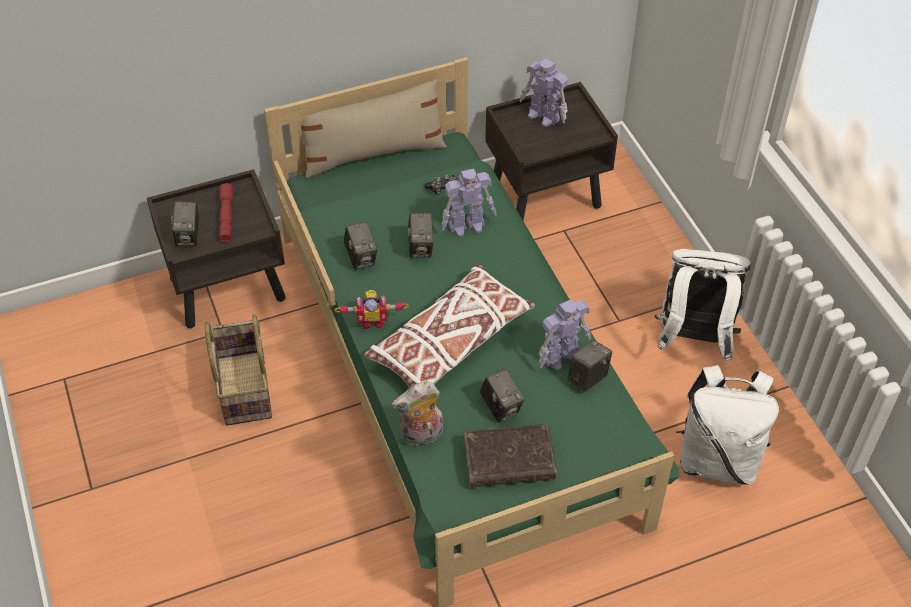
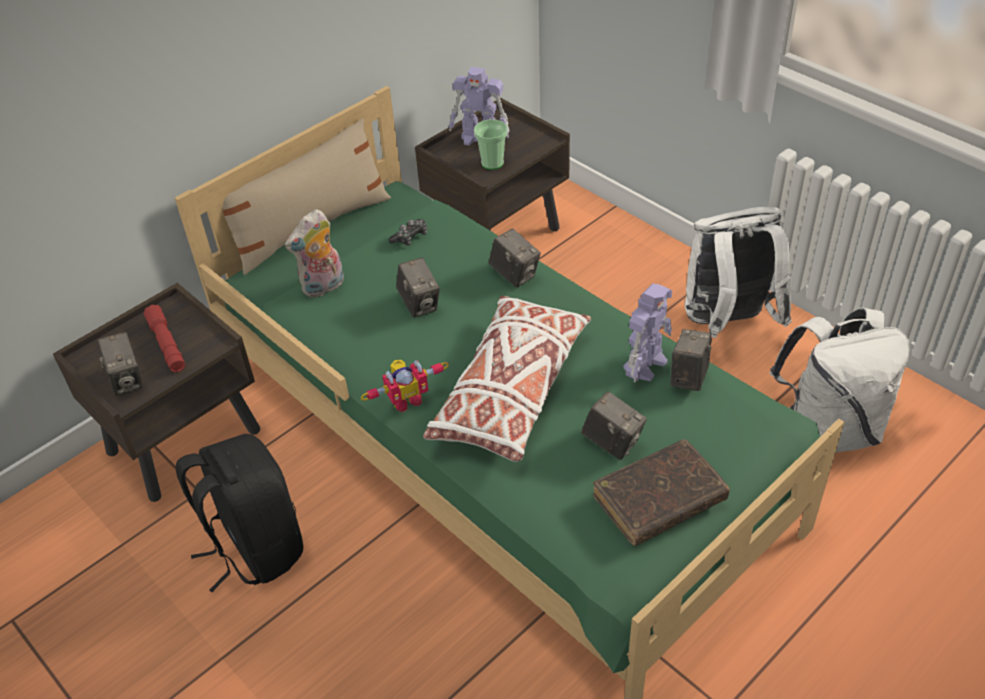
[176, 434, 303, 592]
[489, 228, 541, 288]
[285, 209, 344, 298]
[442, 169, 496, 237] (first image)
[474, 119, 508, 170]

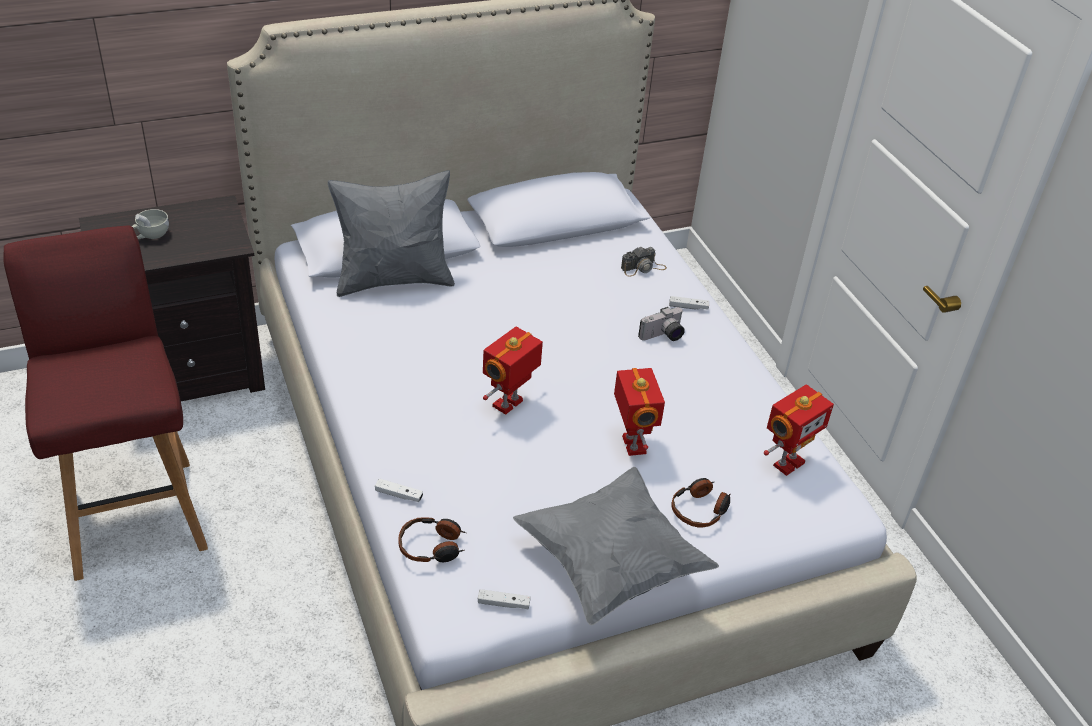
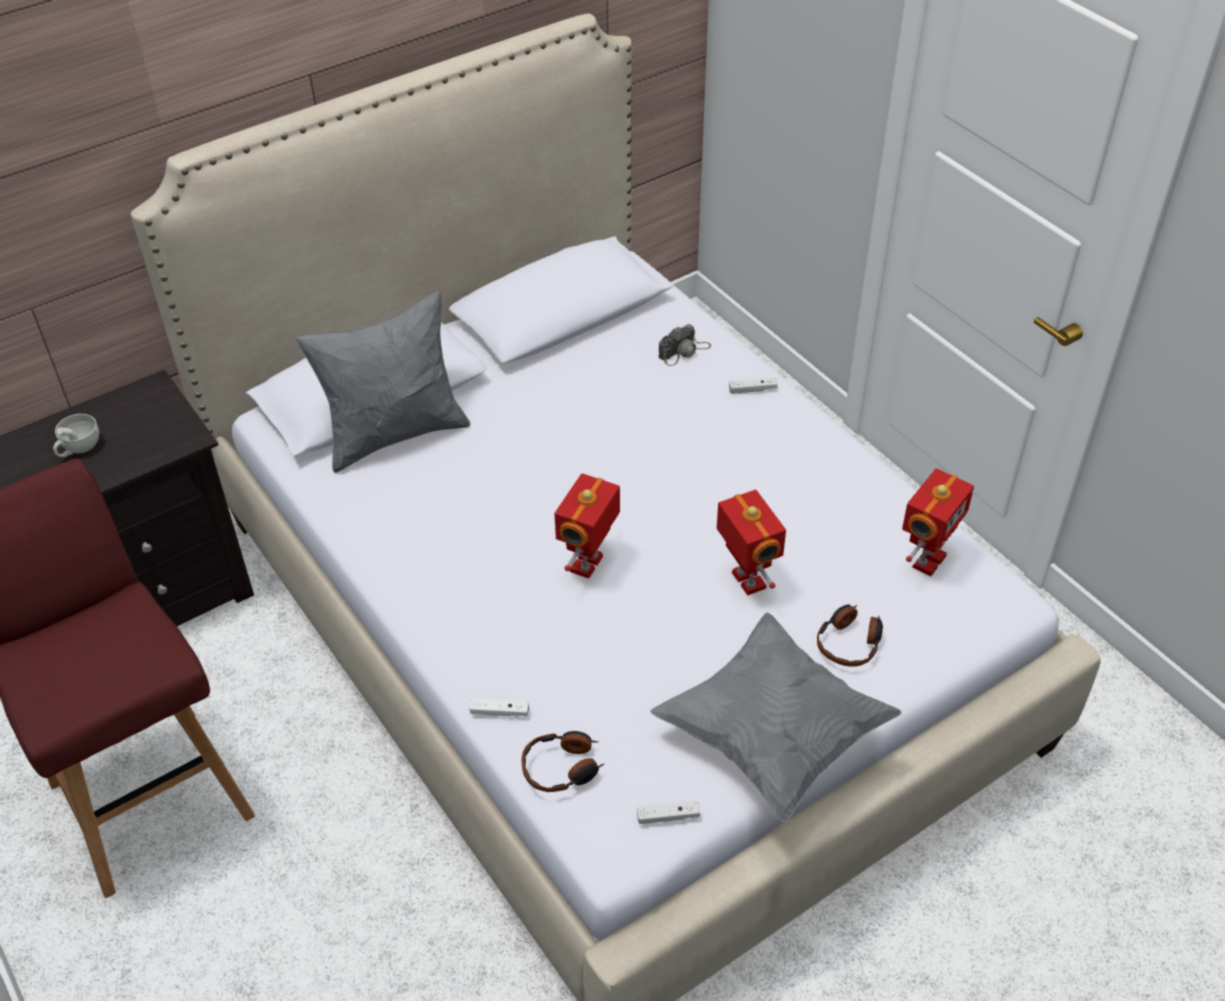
[638, 307, 685, 341] (first image)

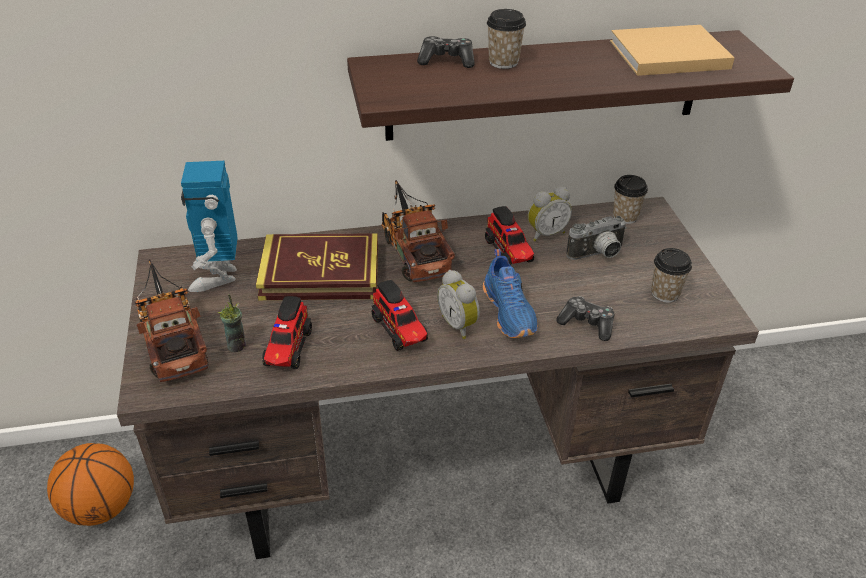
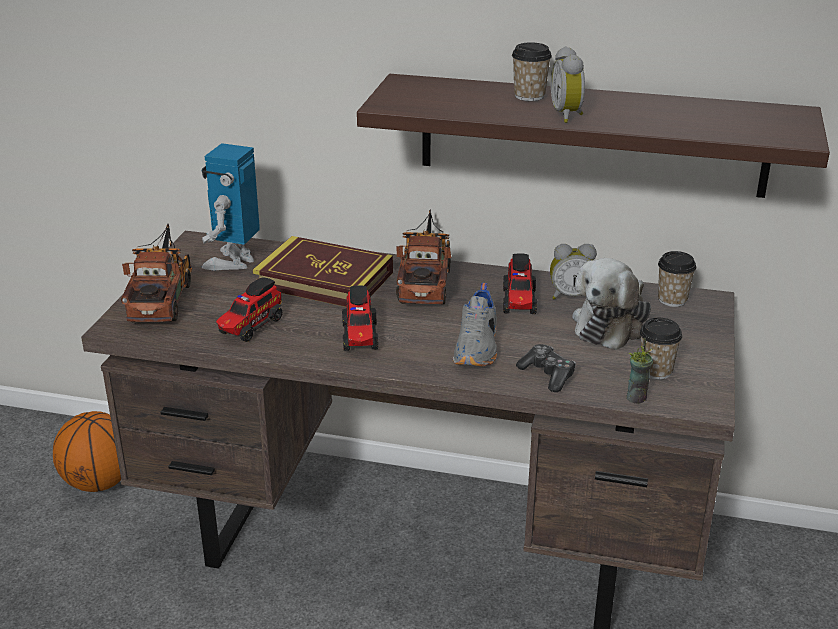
[626, 338, 653, 404]
[417, 36, 475, 68] (first image)
[551, 46, 585, 123]
[453, 283, 497, 366]
[572, 258, 651, 350]
[610, 25, 735, 76] (first image)

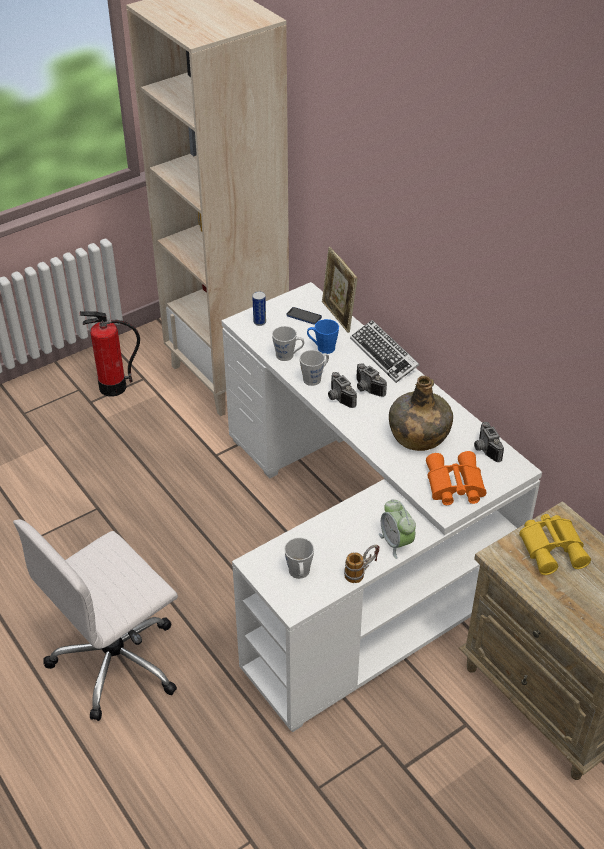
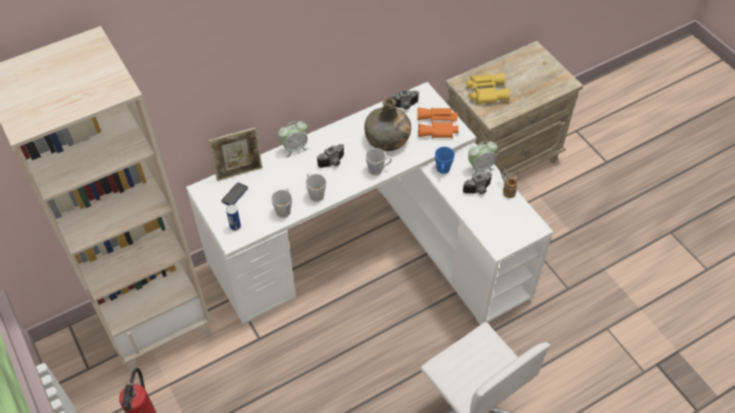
[366, 148, 392, 175]
[435, 147, 455, 174]
[463, 173, 492, 195]
[278, 121, 309, 157]

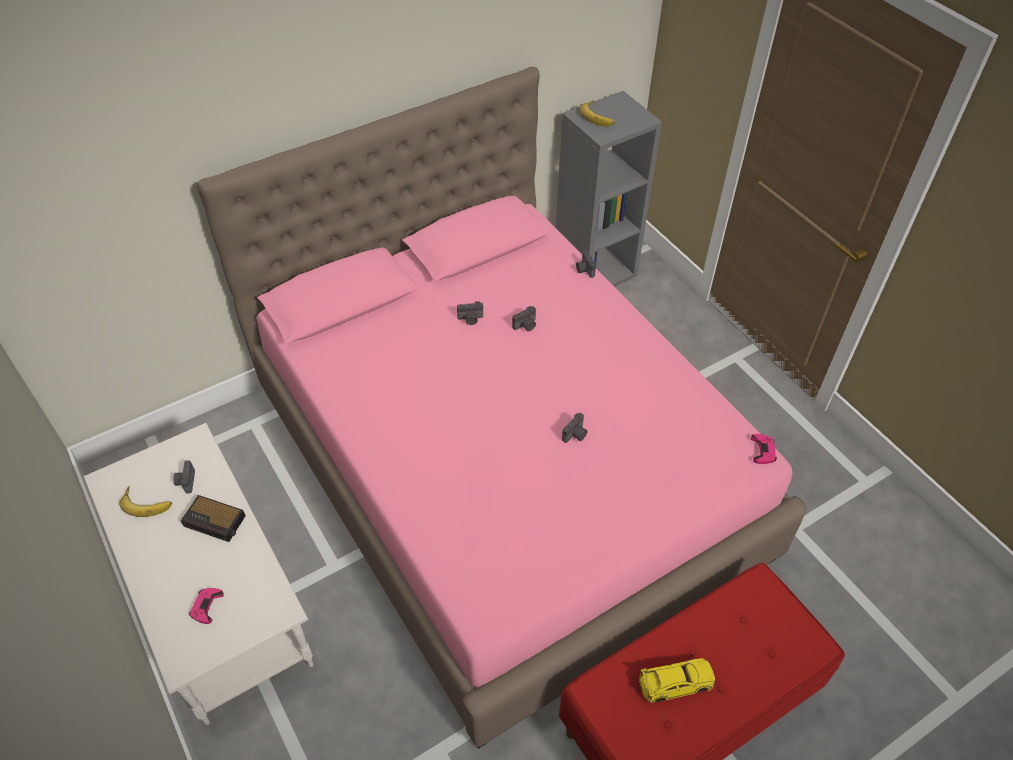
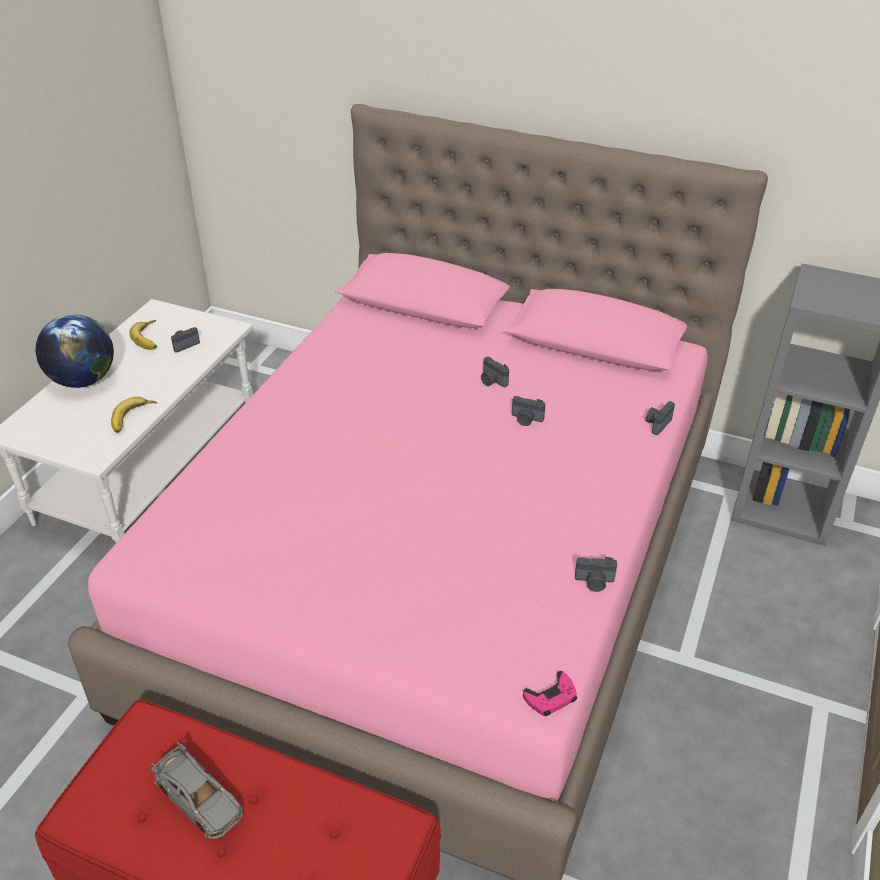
[181, 495, 245, 542] (first image)
[189, 588, 224, 624] (first image)
[575, 557, 617, 592]
[111, 397, 157, 433]
[151, 742, 243, 839]
[35, 314, 114, 388]

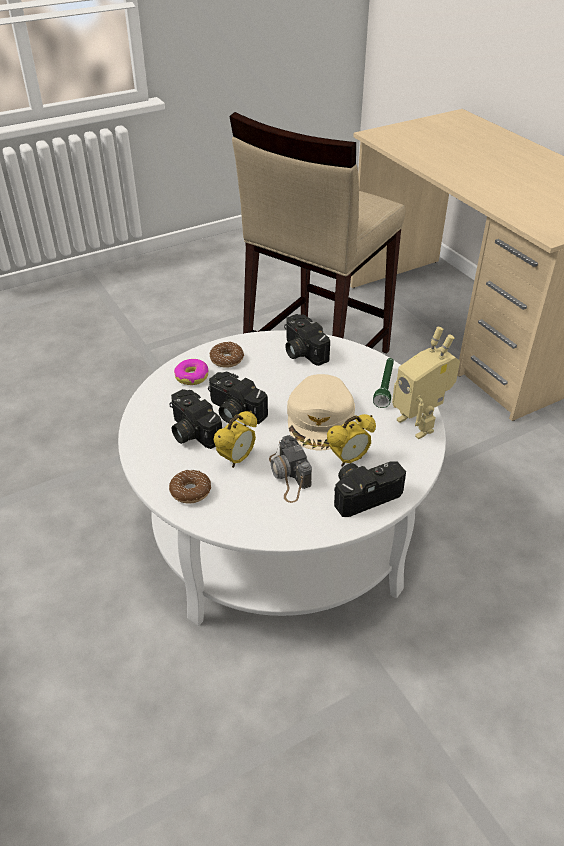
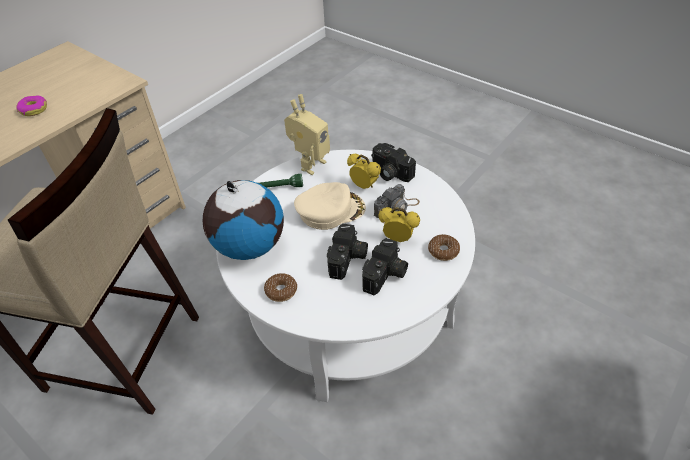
[16, 96, 47, 116]
[203, 180, 284, 260]

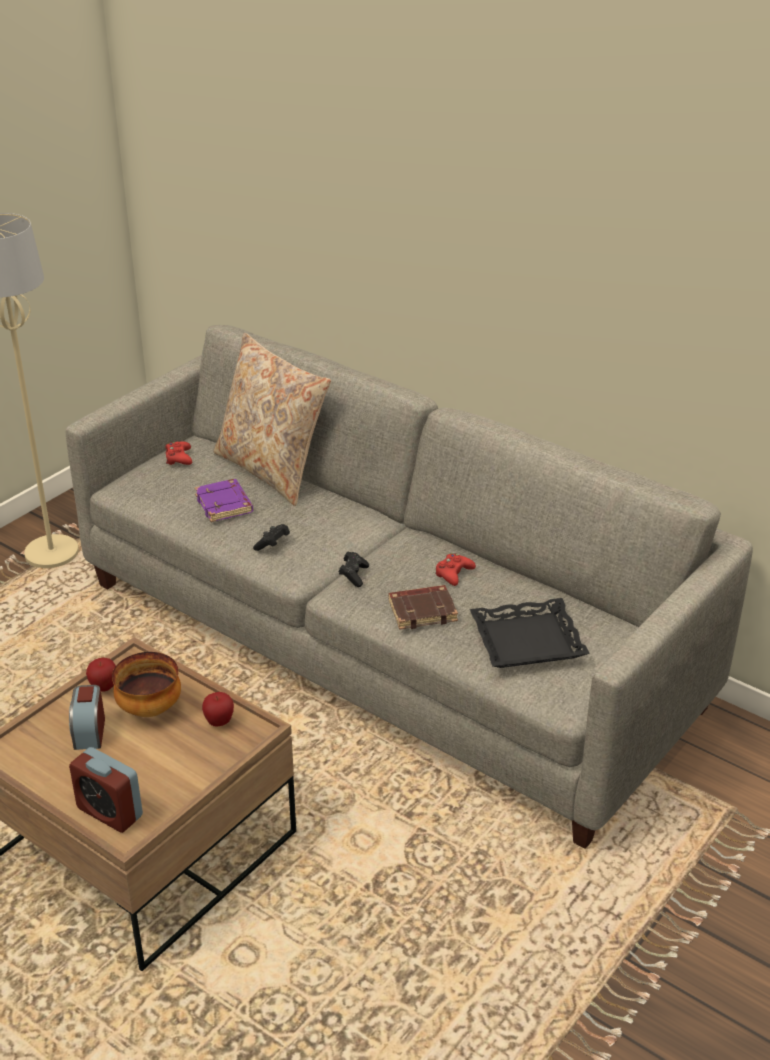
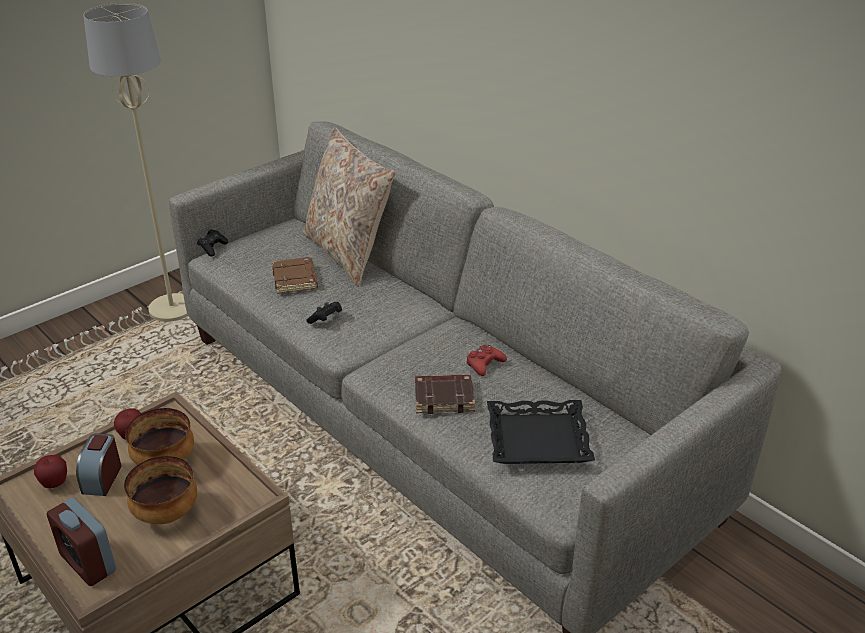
[166, 441, 192, 465] (first image)
[272, 257, 318, 294]
[34, 455, 67, 488]
[197, 229, 228, 257]
[124, 456, 197, 524]

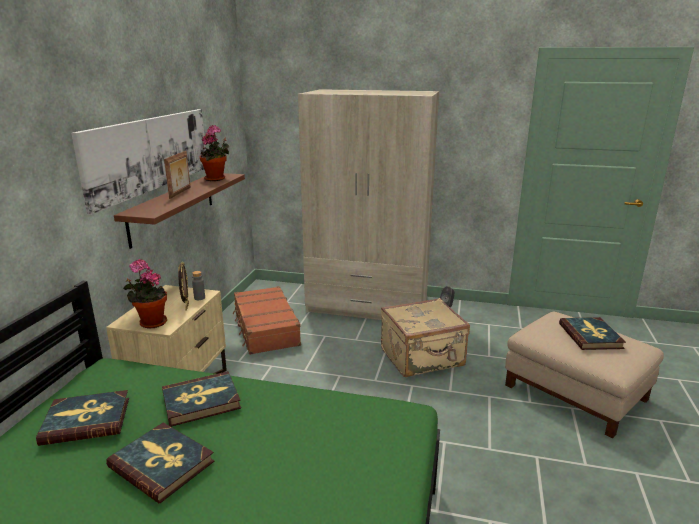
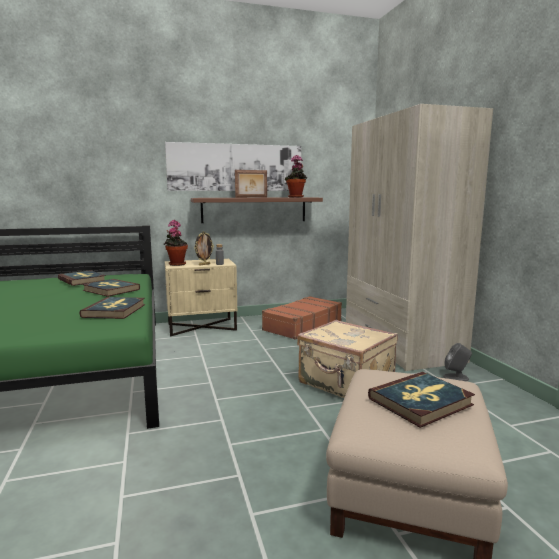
[79, 297, 145, 319]

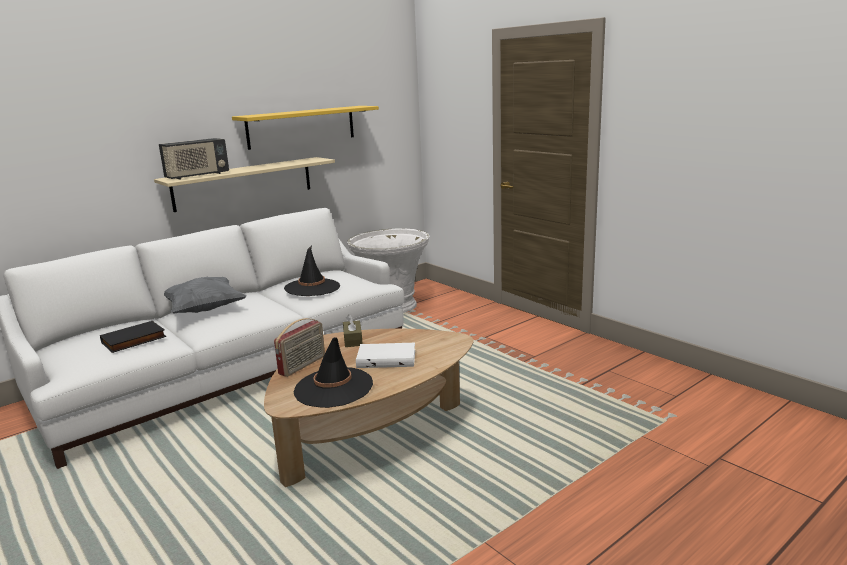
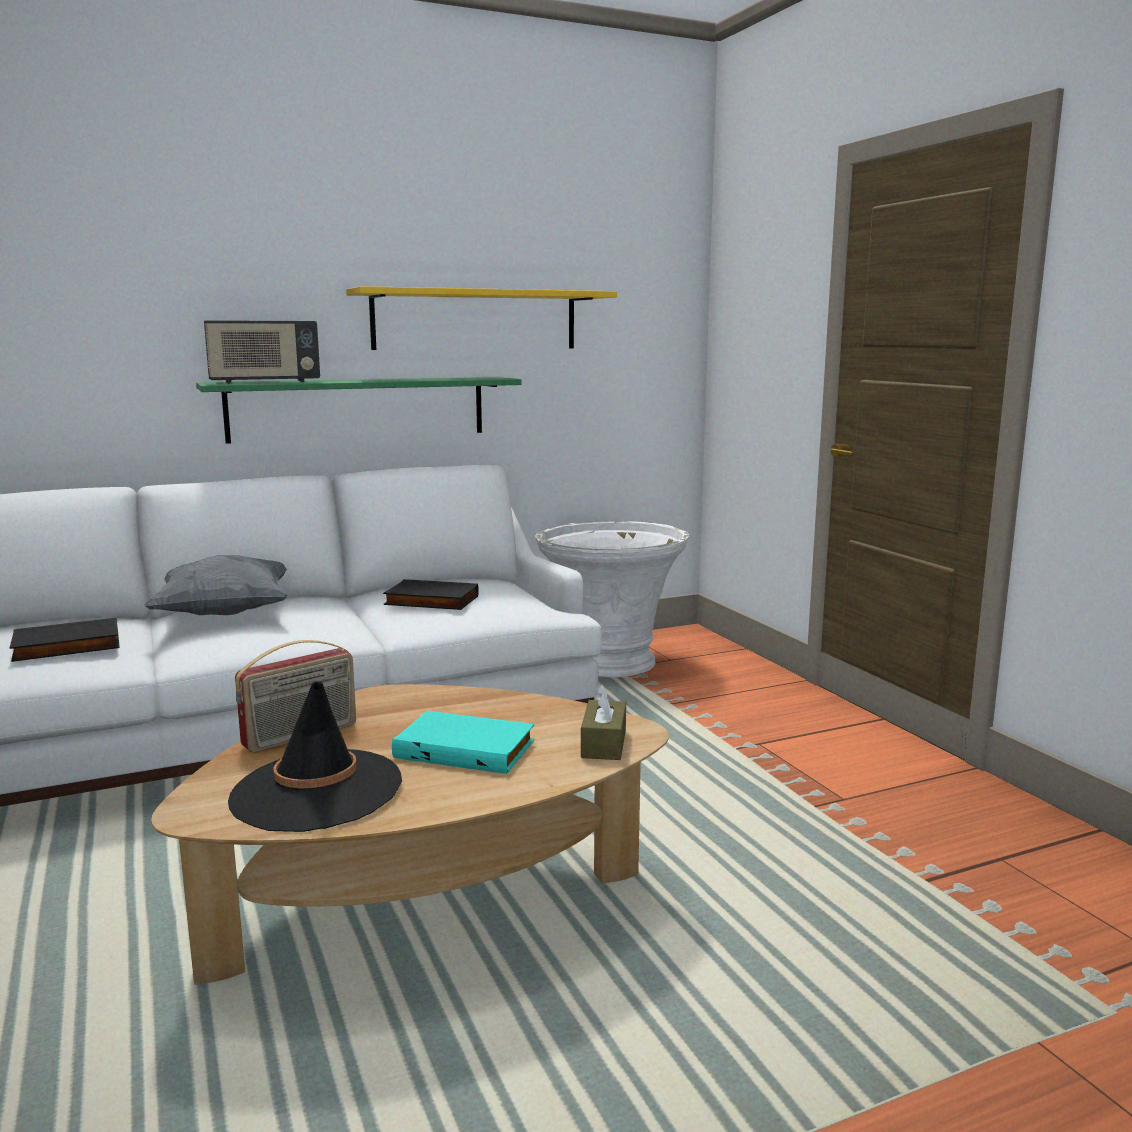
[196, 377, 522, 444]
[383, 579, 479, 610]
[581, 684, 626, 760]
[392, 711, 534, 774]

